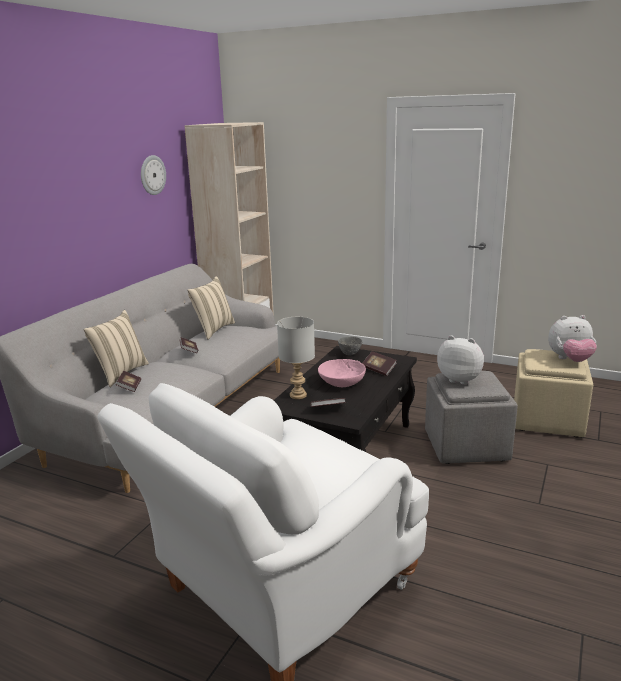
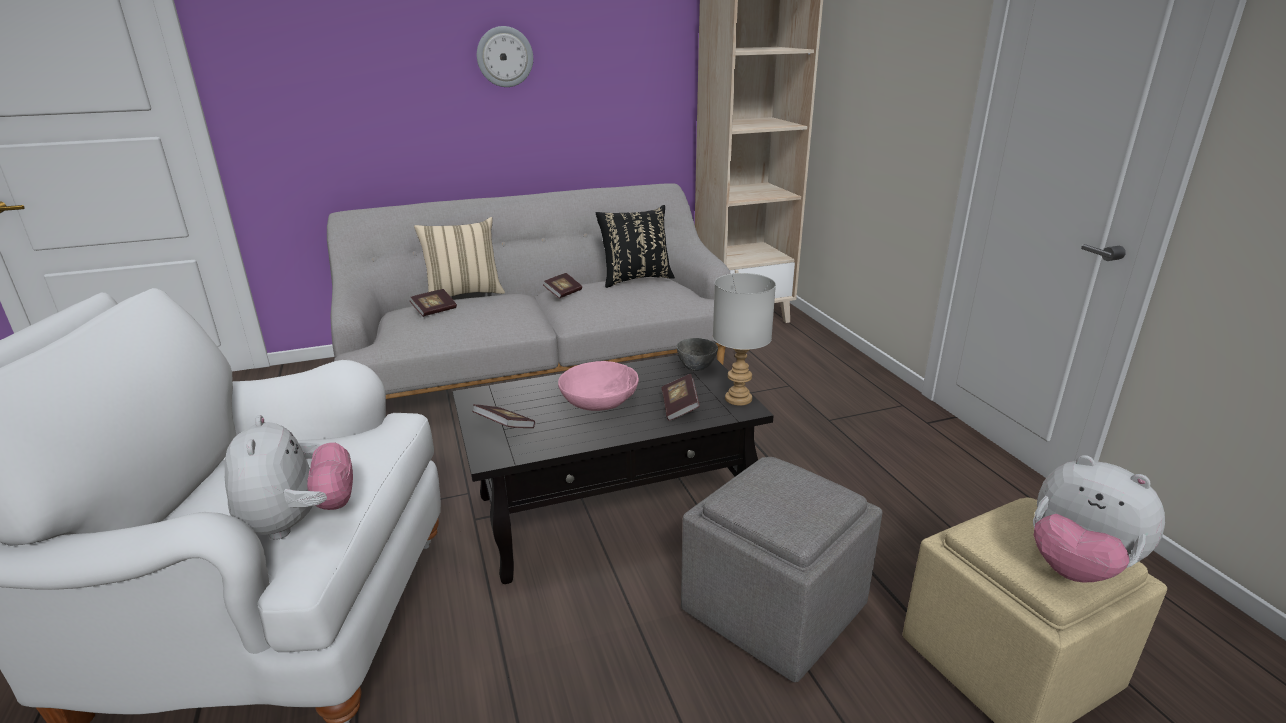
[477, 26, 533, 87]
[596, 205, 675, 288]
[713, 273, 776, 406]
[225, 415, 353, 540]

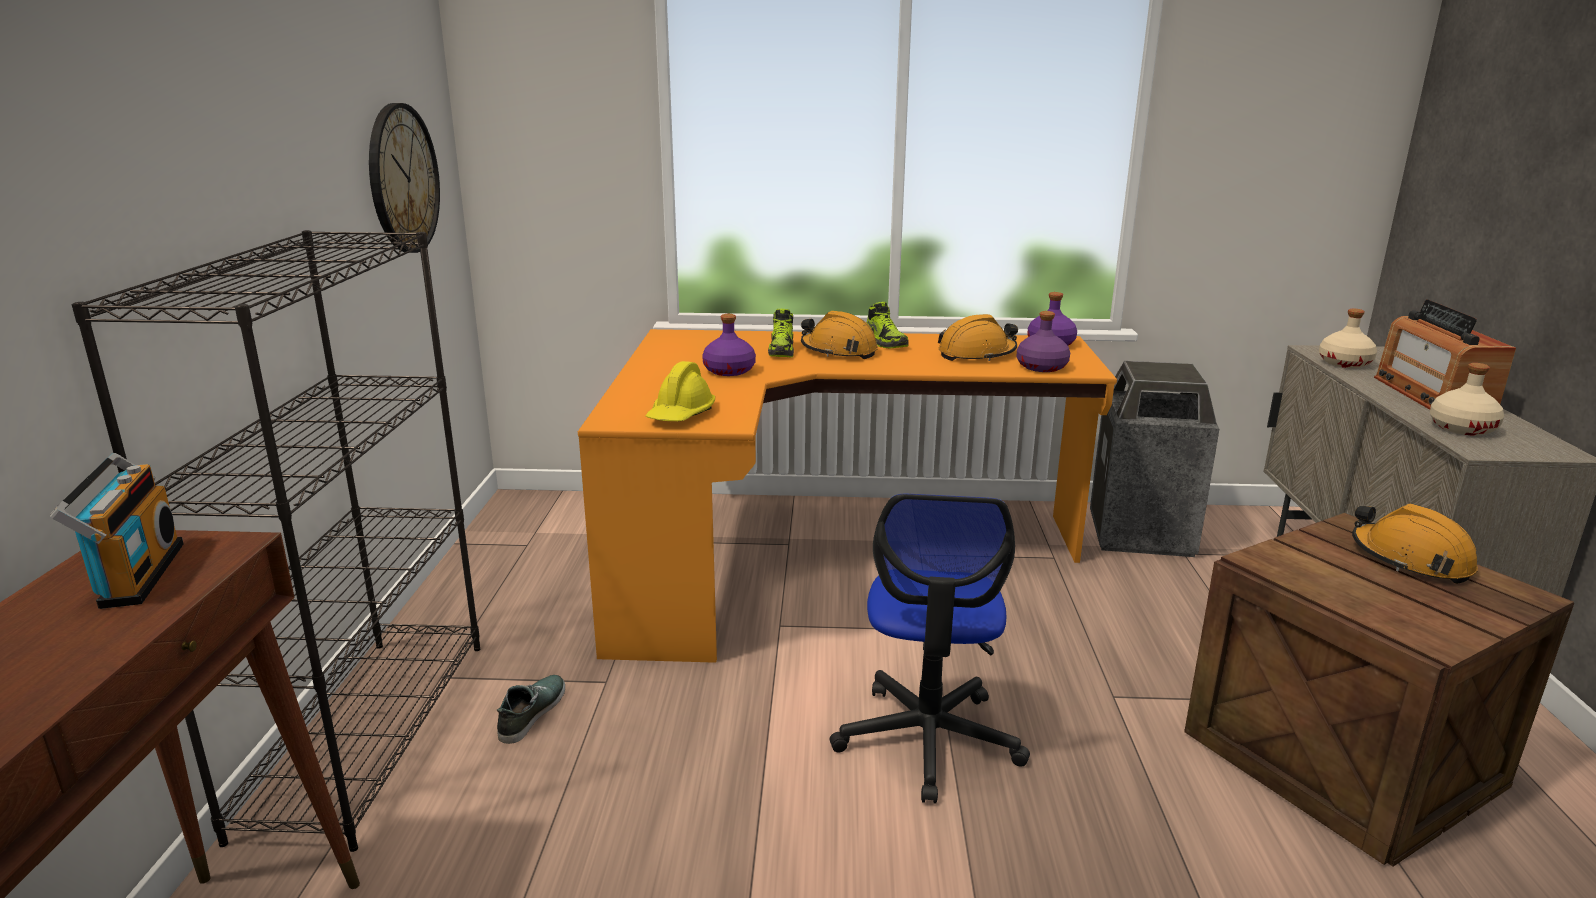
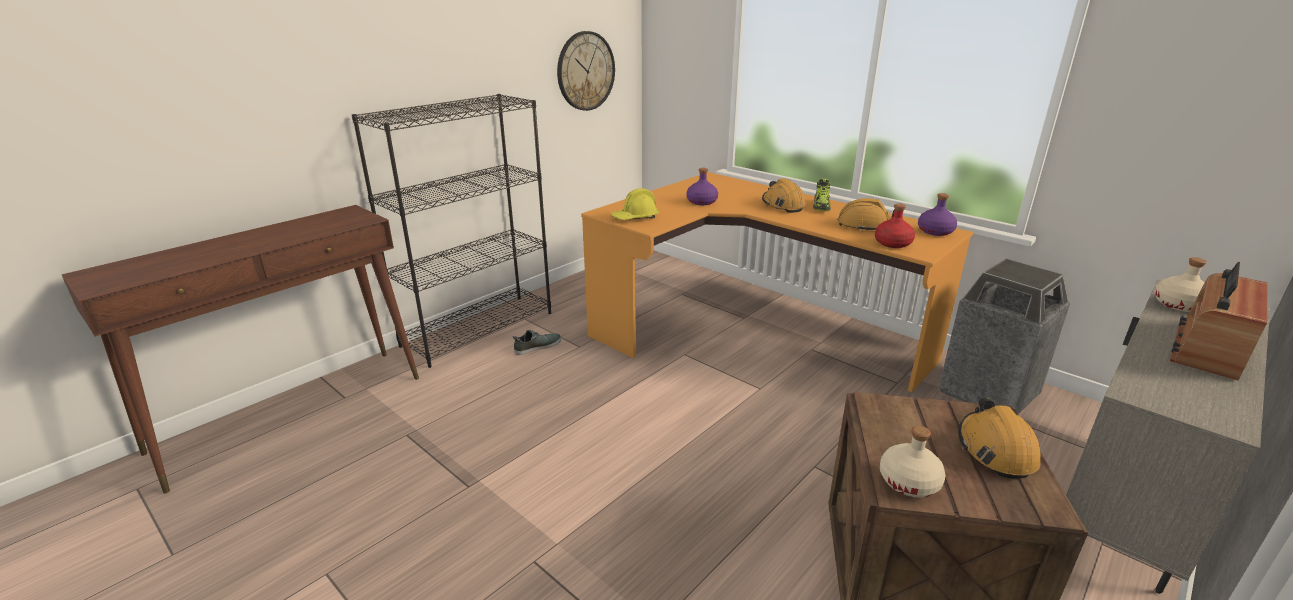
[50, 453, 183, 609] (first image)
[768, 309, 794, 357] (first image)
[829, 494, 1030, 804] (first image)
[875, 204, 915, 248]
[880, 426, 946, 498]

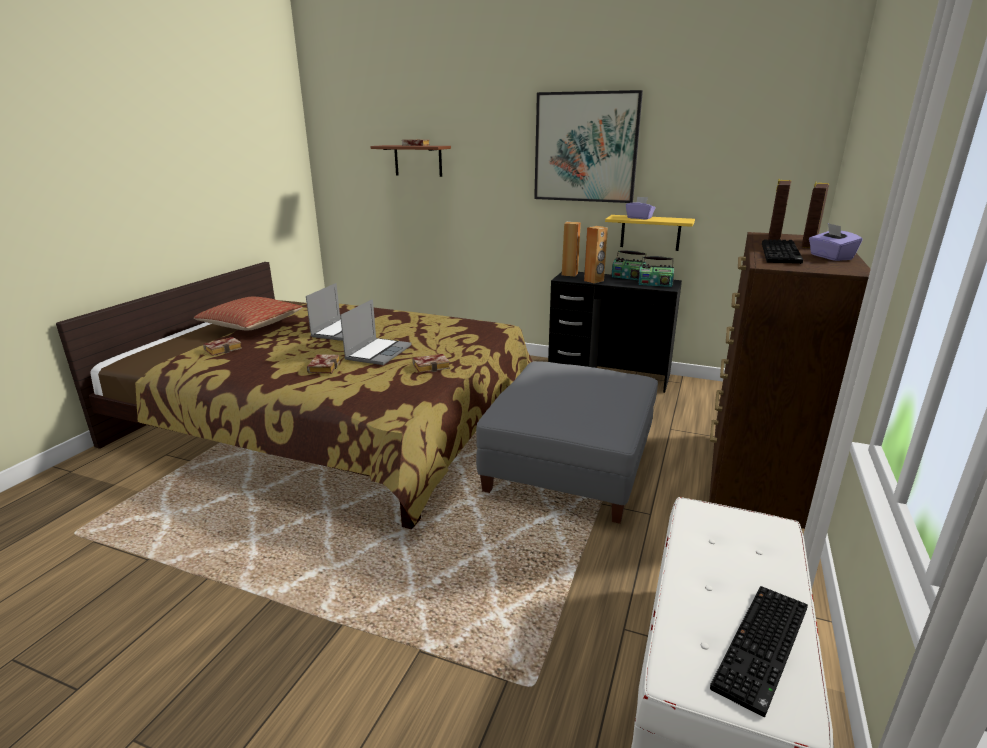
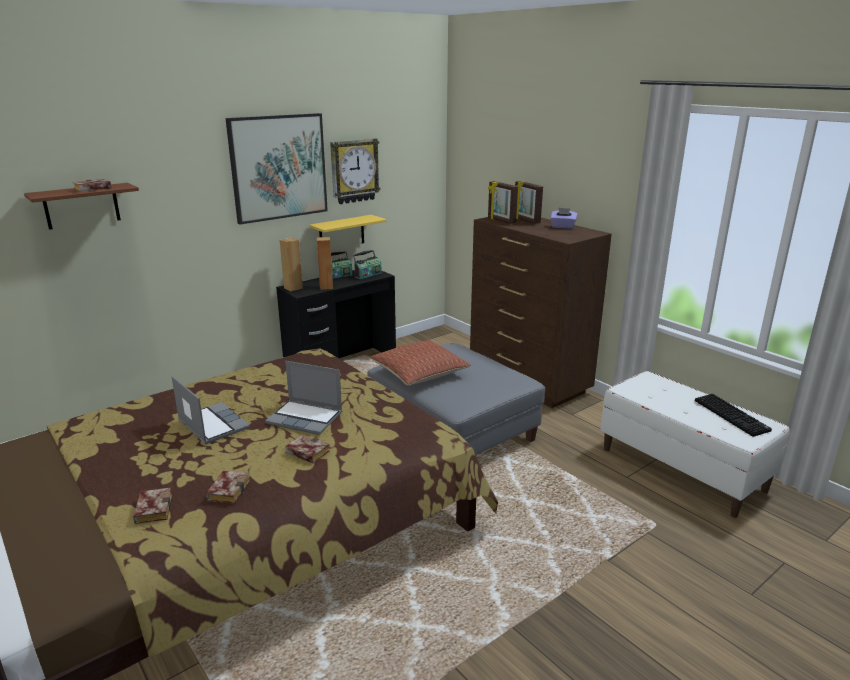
[370, 340, 471, 386]
[265, 361, 342, 435]
[206, 471, 250, 504]
[626, 196, 655, 219] (first image)
[762, 239, 803, 264] (first image)
[330, 138, 381, 204]

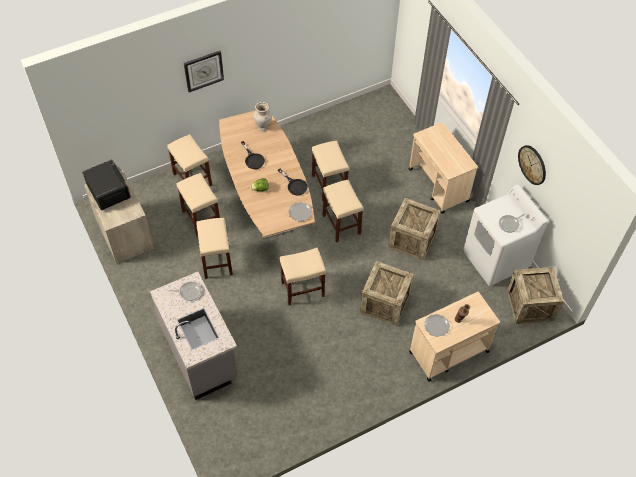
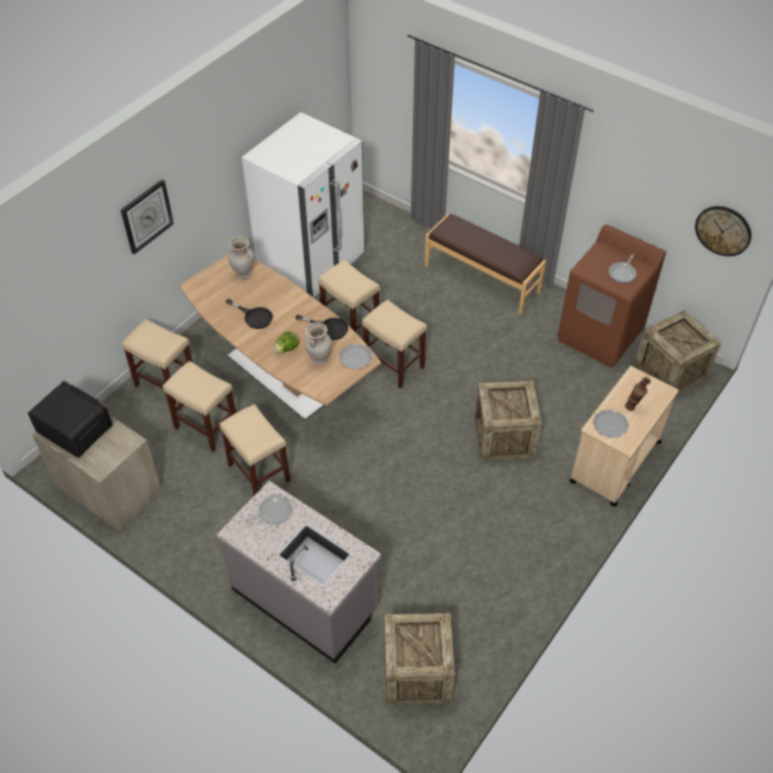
[279, 248, 326, 305] (first image)
[385, 613, 455, 704]
[425, 214, 546, 314]
[558, 224, 666, 368]
[695, 206, 751, 256]
[242, 112, 365, 299]
[305, 322, 332, 365]

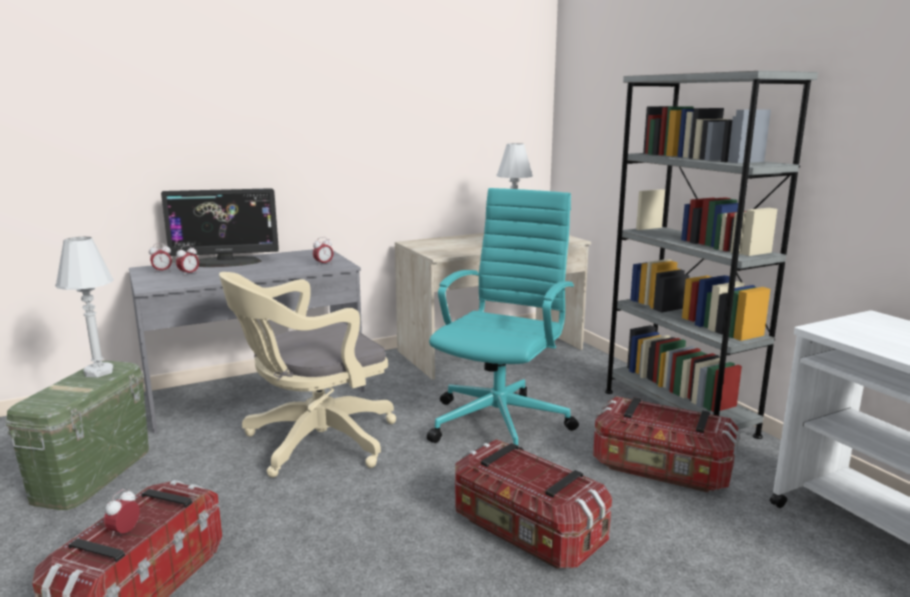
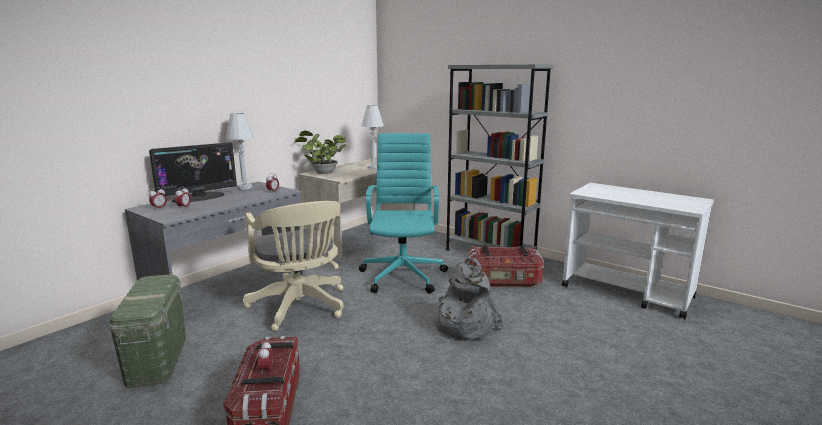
[225, 113, 254, 190]
[243, 201, 344, 331]
[434, 258, 503, 340]
[294, 131, 346, 174]

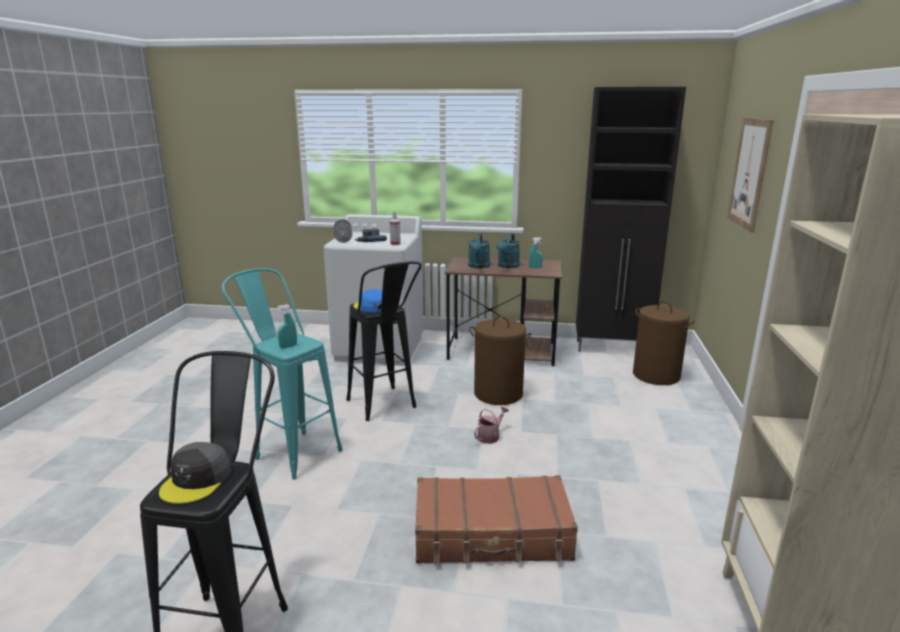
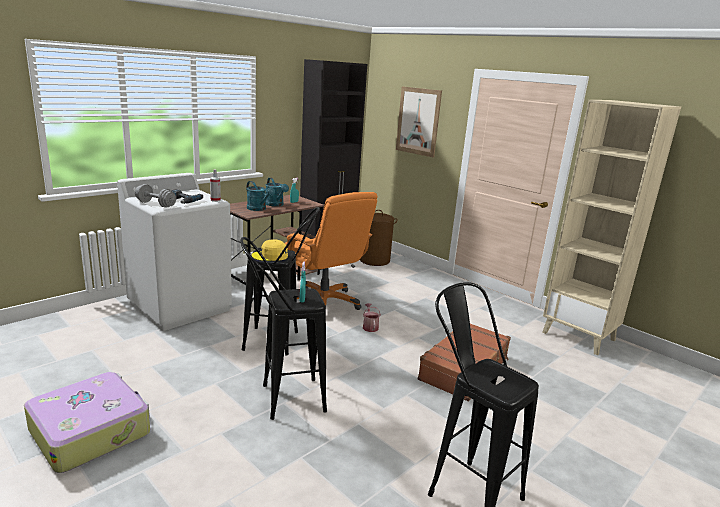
[159, 442, 231, 504] (first image)
[240, 237, 327, 420]
[251, 239, 288, 261]
[285, 192, 378, 310]
[24, 372, 150, 473]

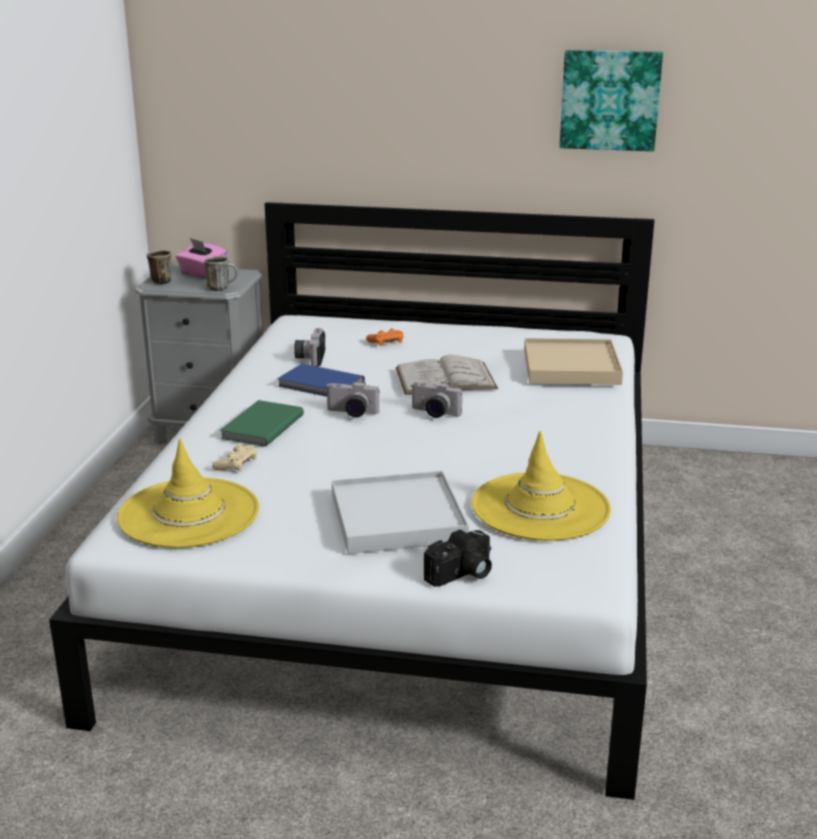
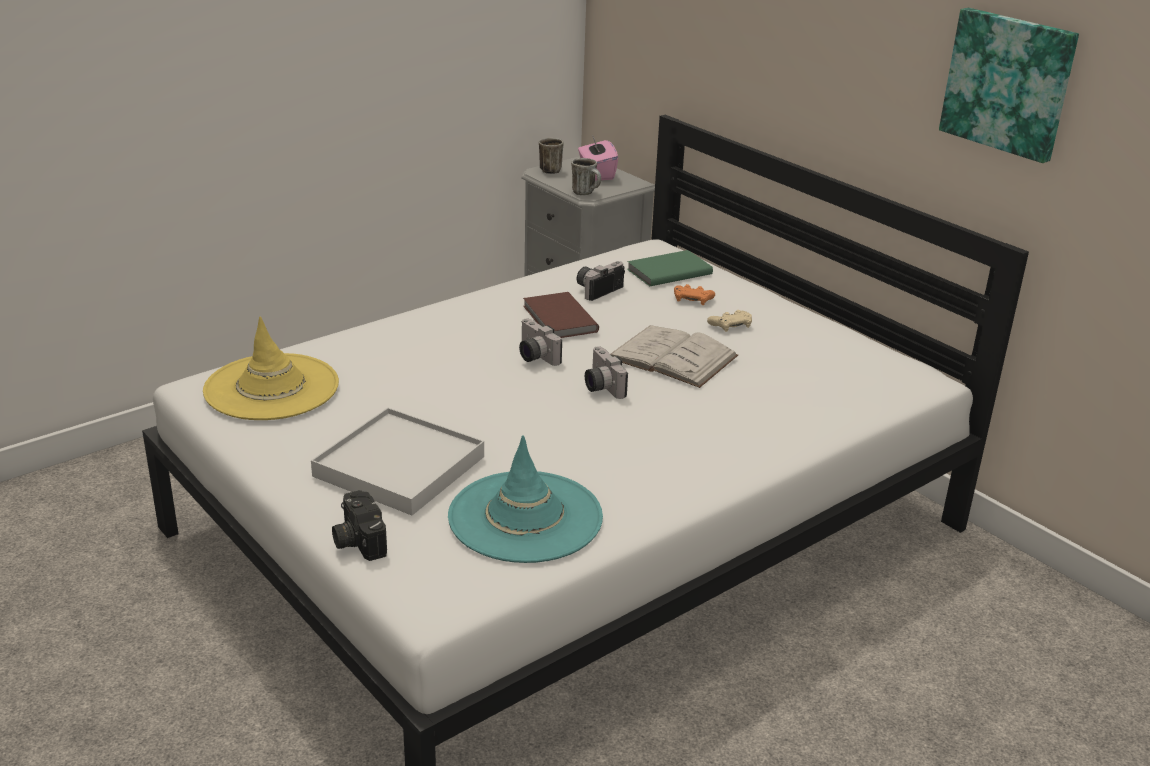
[707, 310, 752, 332]
[627, 250, 713, 286]
[523, 292, 599, 338]
[332, 490, 387, 561]
[448, 435, 603, 563]
[524, 338, 623, 385] (first image)

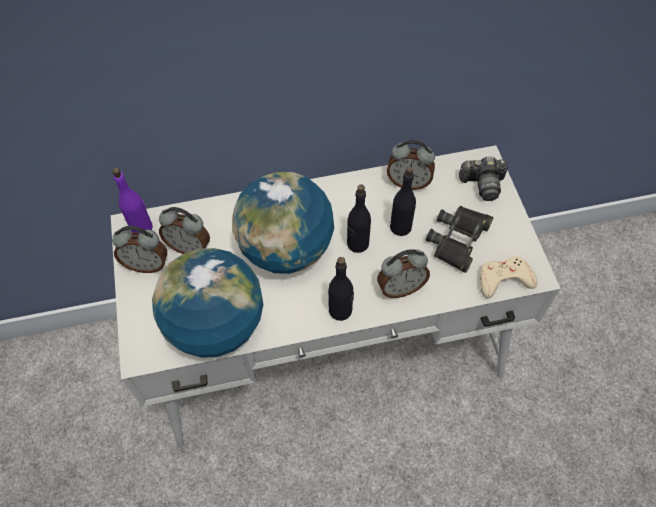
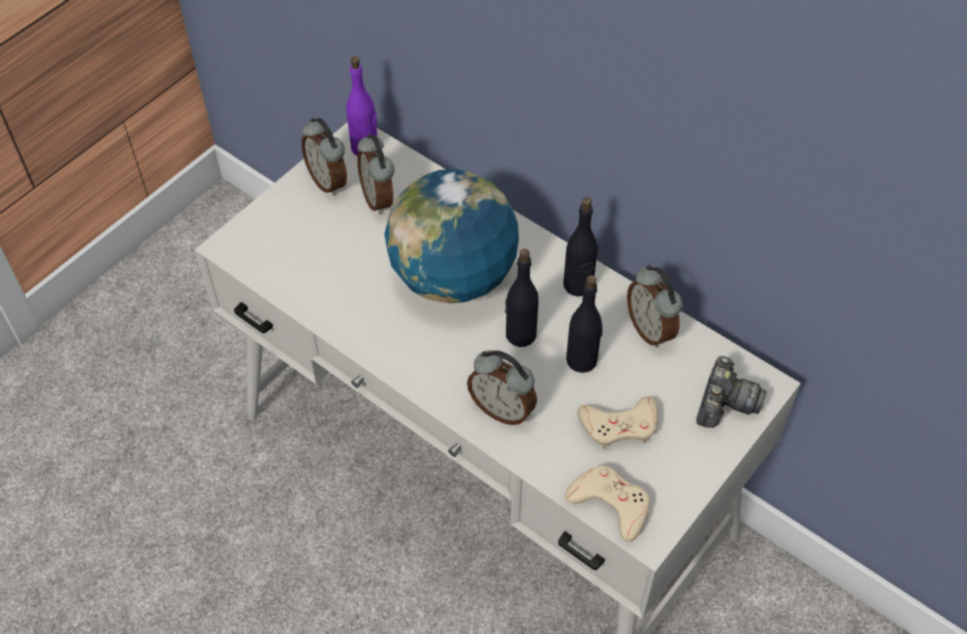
[152, 248, 263, 358] (first image)
[563, 197, 598, 297]
[577, 397, 658, 449]
[696, 356, 766, 428]

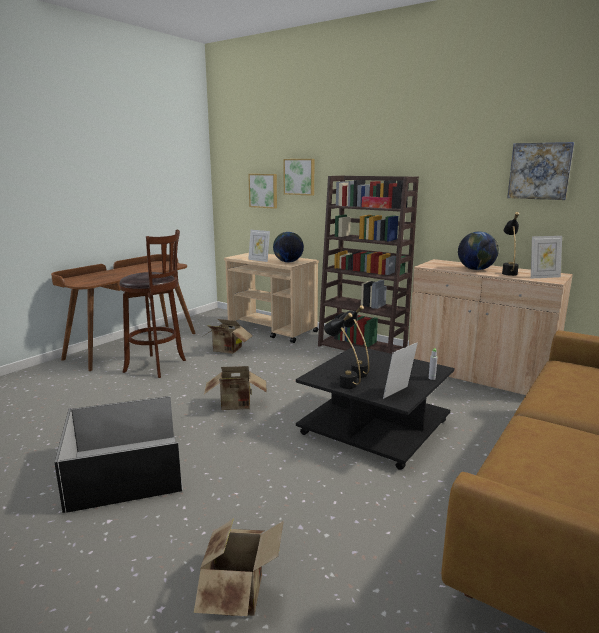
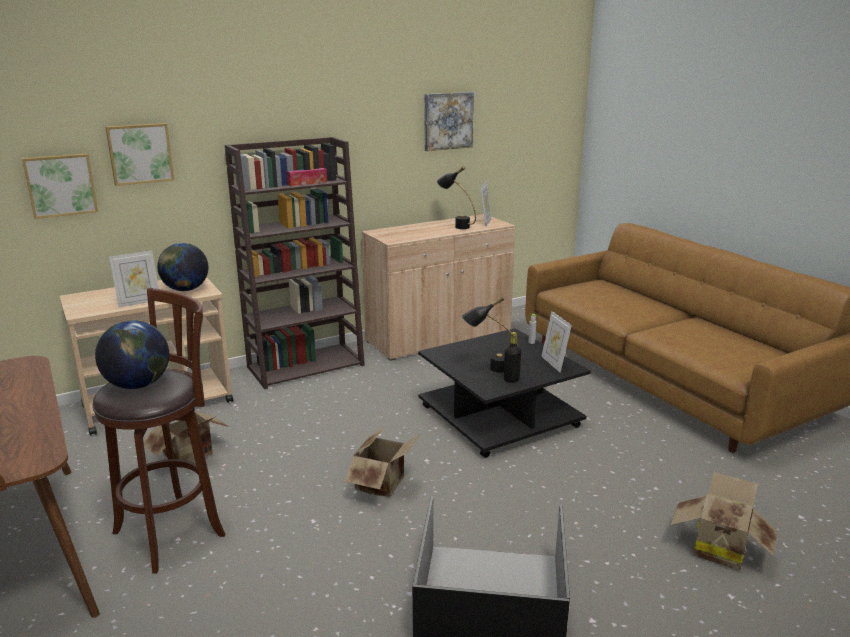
[504, 332, 521, 383]
[95, 320, 169, 389]

